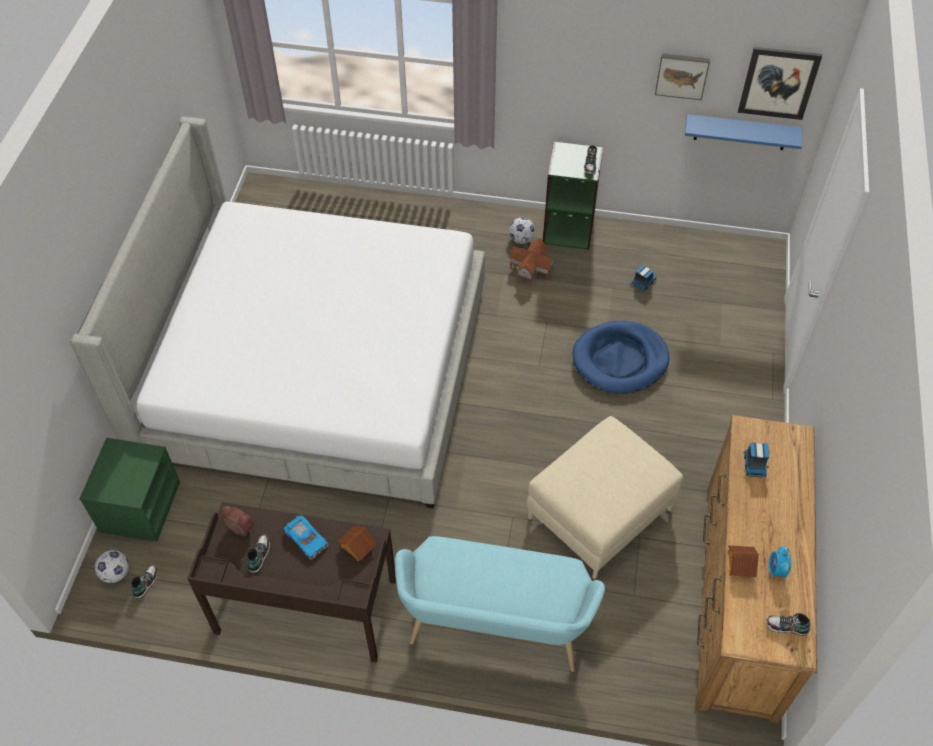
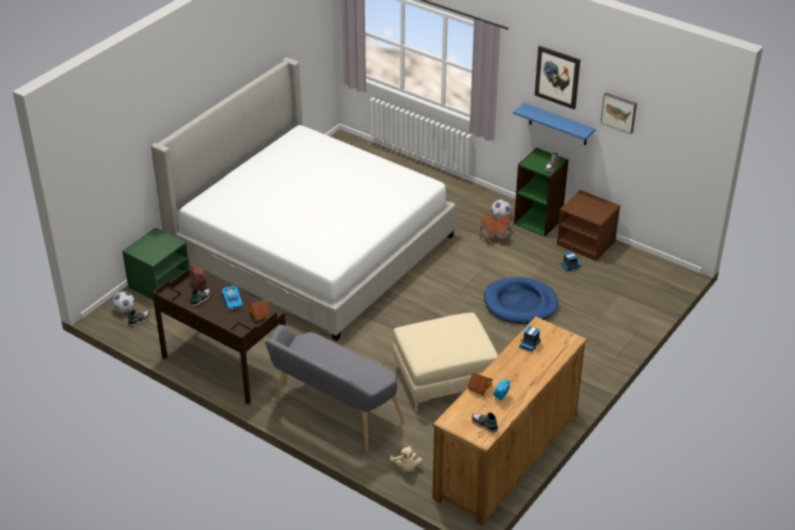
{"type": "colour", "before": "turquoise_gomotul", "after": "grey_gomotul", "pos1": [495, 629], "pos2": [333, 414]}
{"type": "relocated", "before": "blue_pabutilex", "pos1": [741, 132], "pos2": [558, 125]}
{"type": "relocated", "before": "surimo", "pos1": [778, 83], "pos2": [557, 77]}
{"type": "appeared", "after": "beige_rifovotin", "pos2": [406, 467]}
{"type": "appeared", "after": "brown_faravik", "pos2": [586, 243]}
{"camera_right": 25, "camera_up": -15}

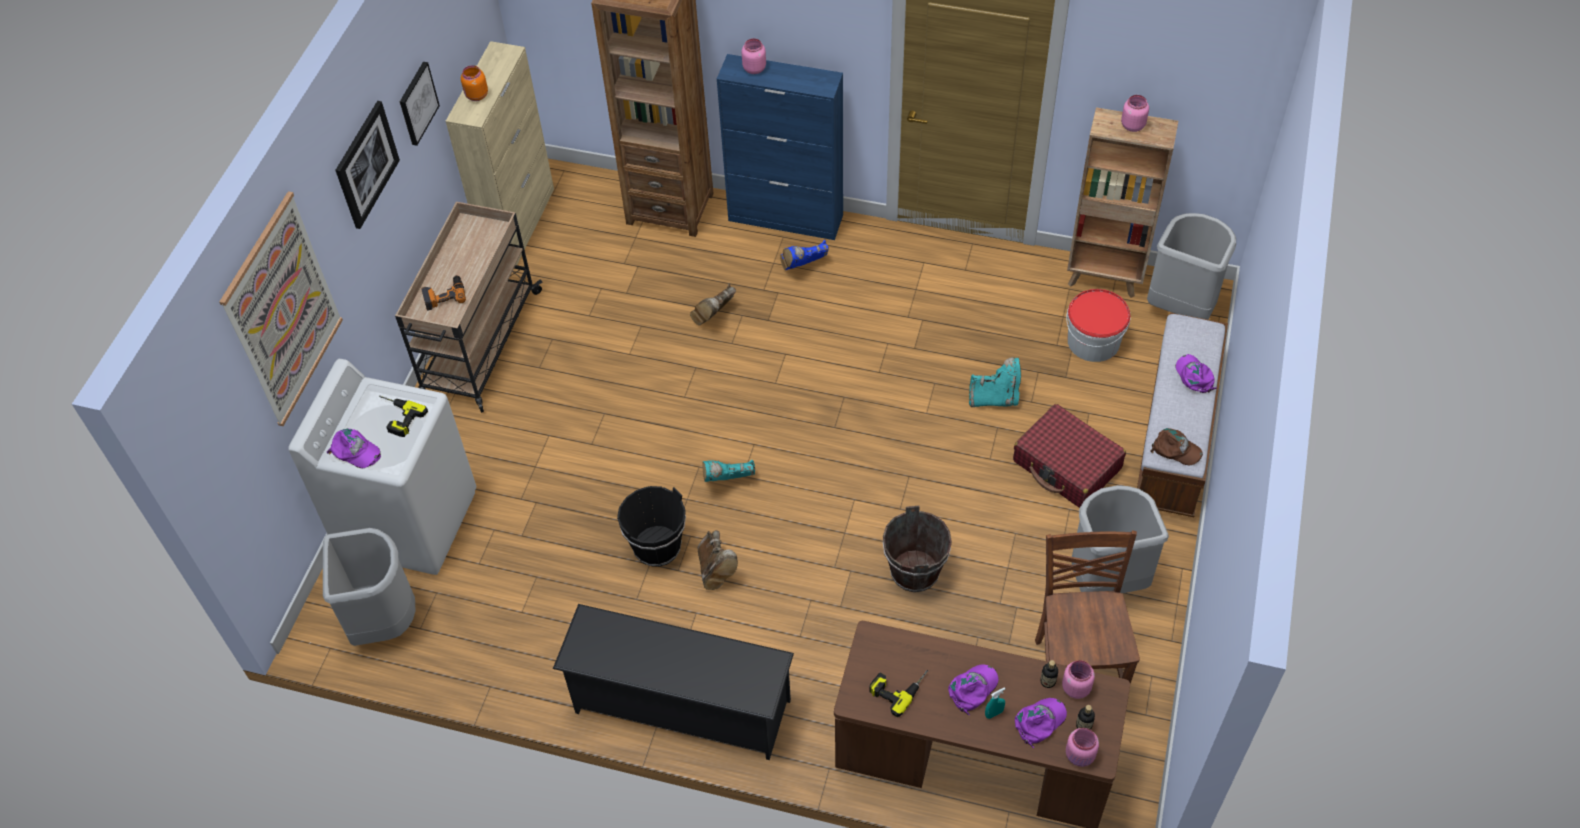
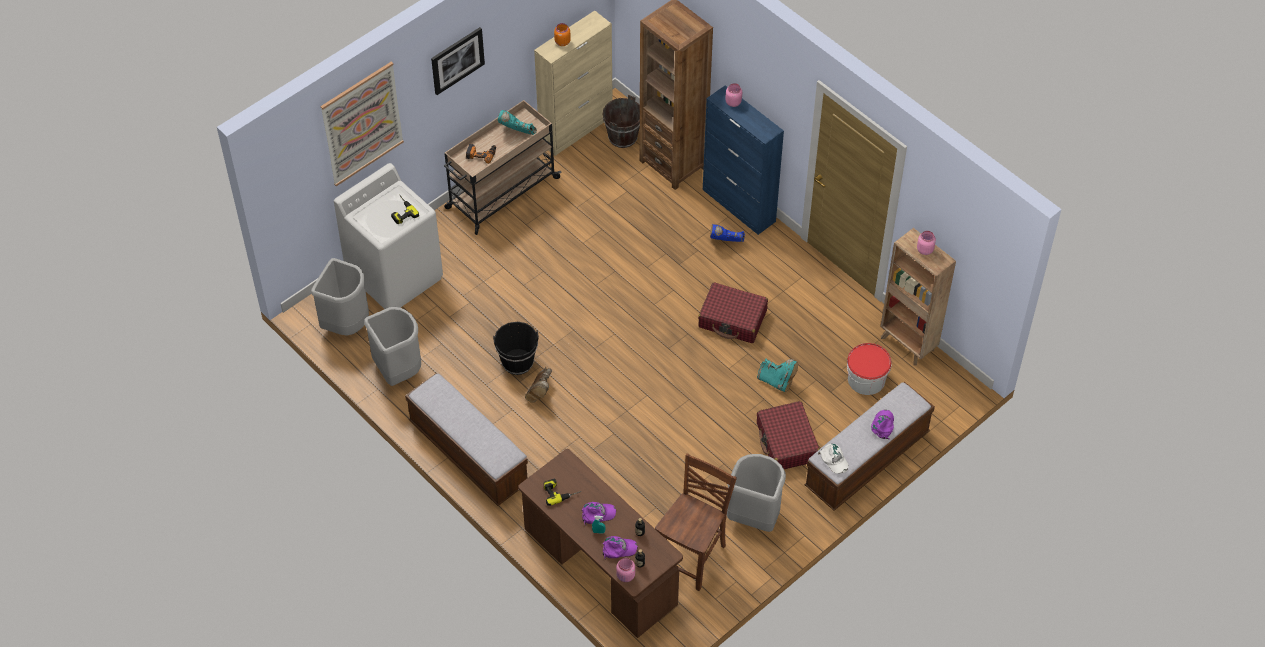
{"type": "missing", "before": "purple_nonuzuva", "pos1": [355, 451]}
{"type": "missing", "before": "surimo", "pos1": [417, 103]}
{"type": "exchanged", "before": "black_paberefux", "after": "gomotul", "pos1": [681, 706], "pos2": [468, 454]}
{"type": "missing", "before": "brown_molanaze", "pos1": [714, 317]}
{"type": "relocated", "before": "turquoise_molanaze", "pos1": [727, 481], "pos2": [517, 132]}
{"type": "relocated", "before": "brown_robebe", "pos1": [915, 572], "pos2": [623, 137]}
{"type": "missing", "before": "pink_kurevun", "pos1": [1075, 687]}
{"type": "relocated", "before": "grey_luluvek", "pos1": [1181, 308], "pos2": [398, 371]}
{"type": "colour", "before": "brown_nonuzuva", "after": "white_nonuzuva", "pos1": [1176, 450], "pos2": [833, 460]}
{"type": "appeared", "after": "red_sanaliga", "pos2": [732, 319]}
{"camera_right": 30, "camera_up": 0}

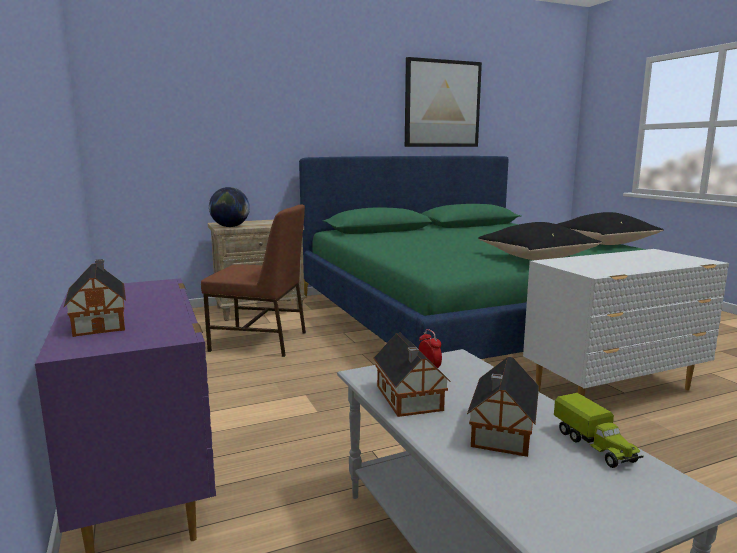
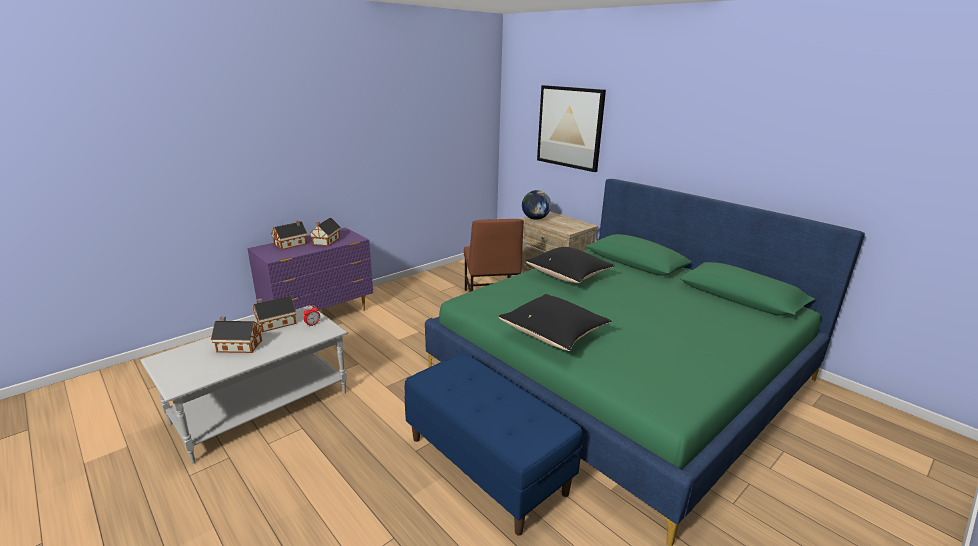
{"type": "relocated", "before": "surimo", "pos1": [442, 104], "pos2": [570, 127]}
{"type": "exchanged", "before": "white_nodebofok", "after": "blue_gomotul", "pos1": [615, 390], "pos2": [487, 465]}
{"type": "missing", "before": "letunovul", "pos1": [595, 446]}
{"type": "relocated", "before": "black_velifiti", "pos1": [605, 243], "pos2": [569, 277]}
{"type": "appeared", "after": "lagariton", "pos2": [325, 241]}
{"camera_right": 70, "camera_up": 10}

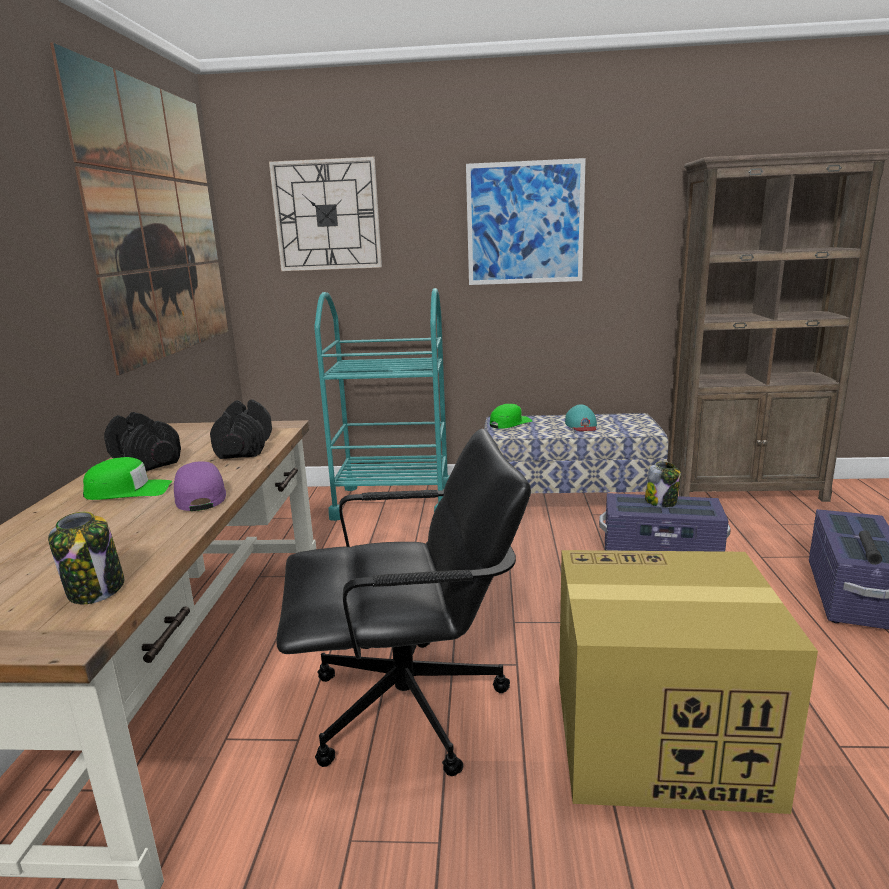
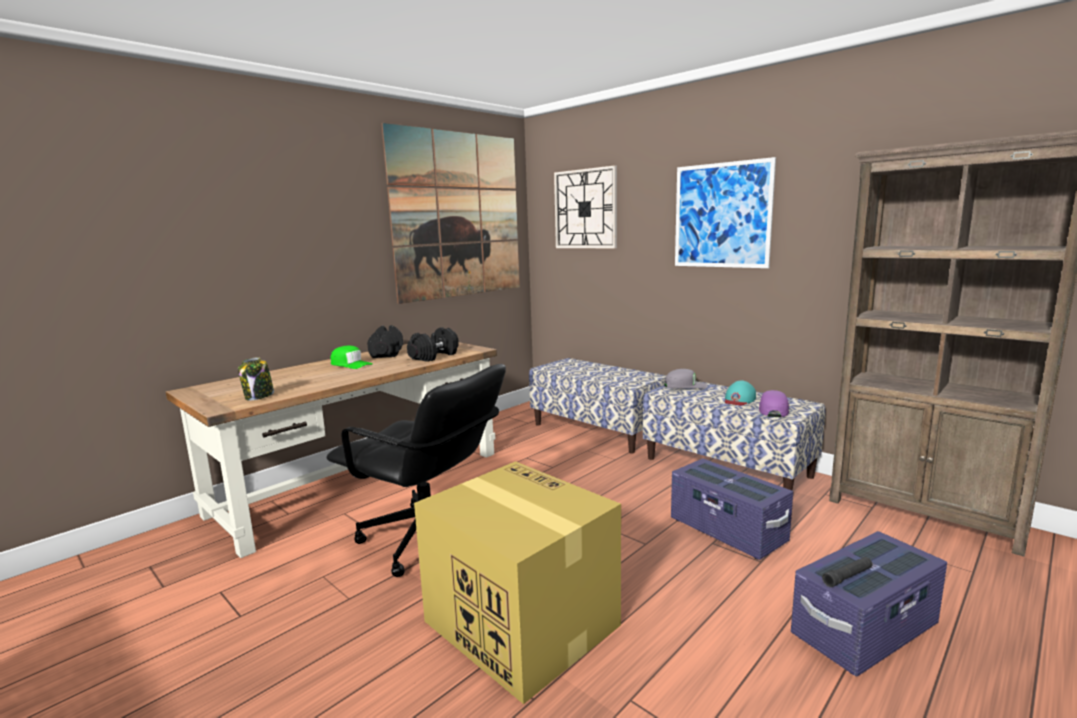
{"type": "relocated", "before": "purple_nonuzuva", "pos1": [200, 496], "pos2": [773, 410]}
{"type": "exchanged", "before": "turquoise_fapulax", "after": "gomotul", "pos1": [393, 502], "pos2": [597, 430]}
{"type": "colour", "before": "green_nonuzuva", "after": "grey_nonuzuva", "pos1": [510, 423], "pos2": [685, 386]}
{"type": "missing", "before": "kurevun", "pos1": [661, 502]}
{"camera_right": 40, "camera_up": -5}

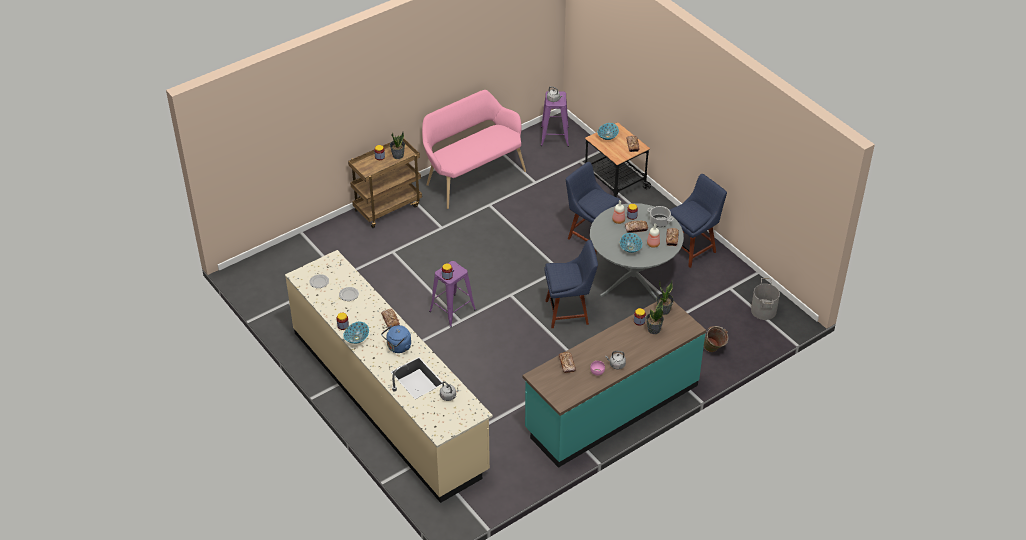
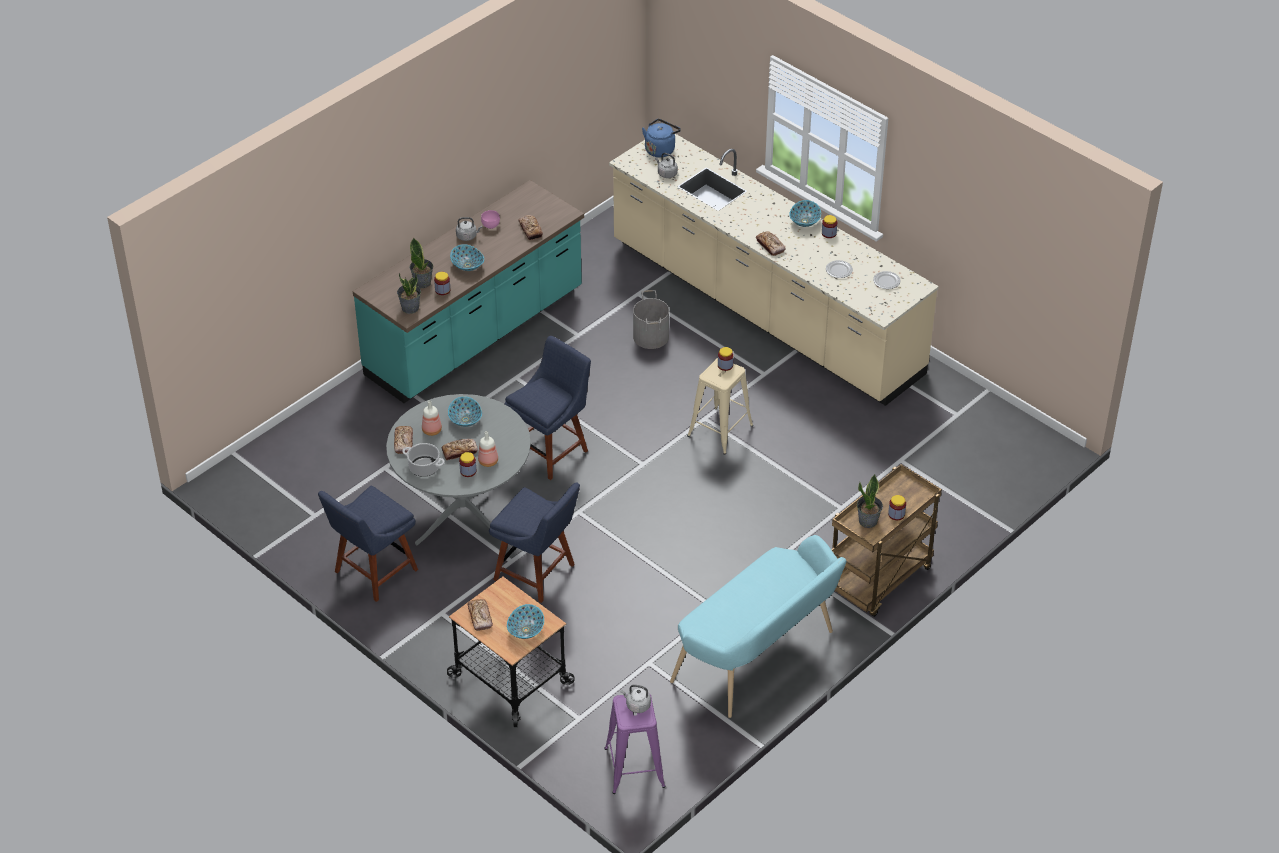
{"type": "relocated", "before": "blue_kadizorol", "pos1": [398, 347], "pos2": [660, 149]}
{"type": "colour", "before": "pink_gomotul", "after": "turquoise_gomotul", "pos1": [472, 176], "pos2": [760, 659]}
{"type": "colour", "before": "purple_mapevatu", "after": "beige_mapevatu", "pos1": [452, 310], "pos2": [720, 430]}
{"type": "spun", "before": "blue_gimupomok", "pos1": [569, 312], "pos2": [551, 449], "turn": 150}
{"type": "missing", "before": "green_robebe", "pos1": [713, 351]}
{"type": "relocated", "before": "grey_robebe", "pos1": [763, 310], "pos2": [651, 336]}
{"type": "appeared", "after": "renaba", "pos2": [468, 265]}
{"camera_right": 170, "camera_up": 0}

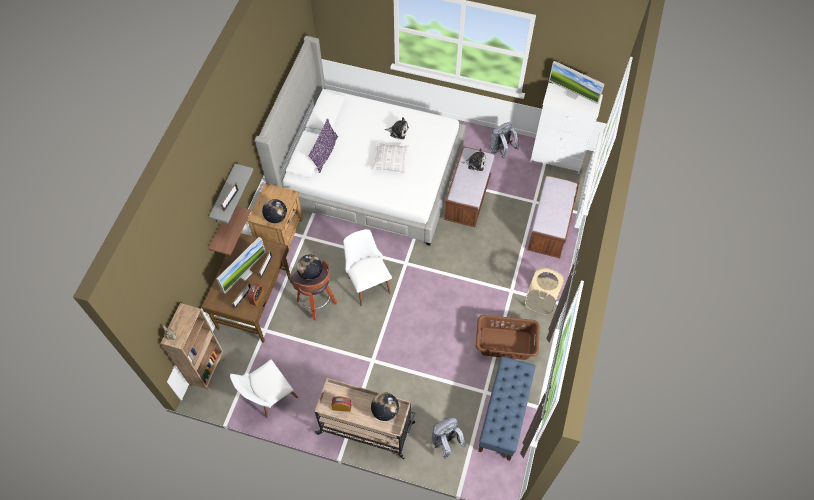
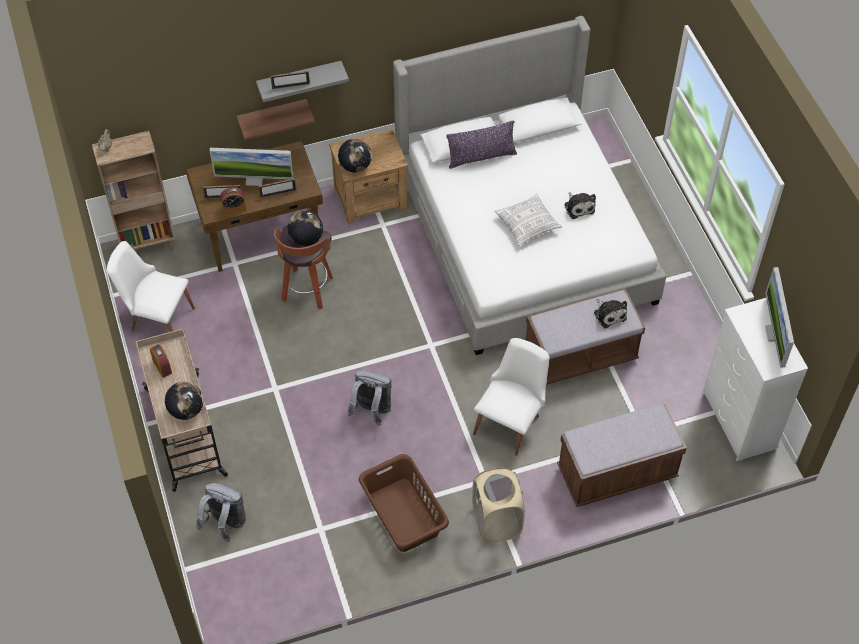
{"type": "relocated", "before": "white_gimupomok", "pos1": [367, 281], "pos2": [511, 421]}
{"type": "missing", "before": "blue_gomotul", "pos1": [504, 415]}
{"type": "relocated", "before": "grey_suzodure", "pos1": [501, 150], "pos2": [371, 411]}
{"camera_right": 55, "camera_up": -5}

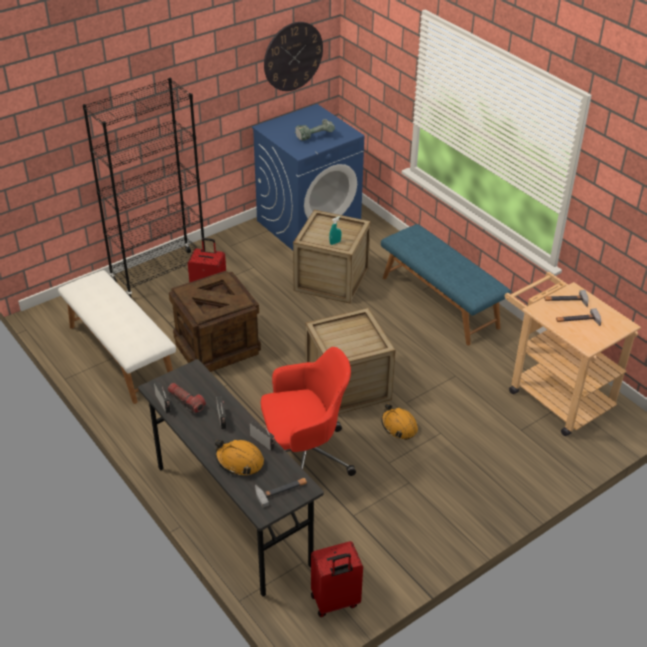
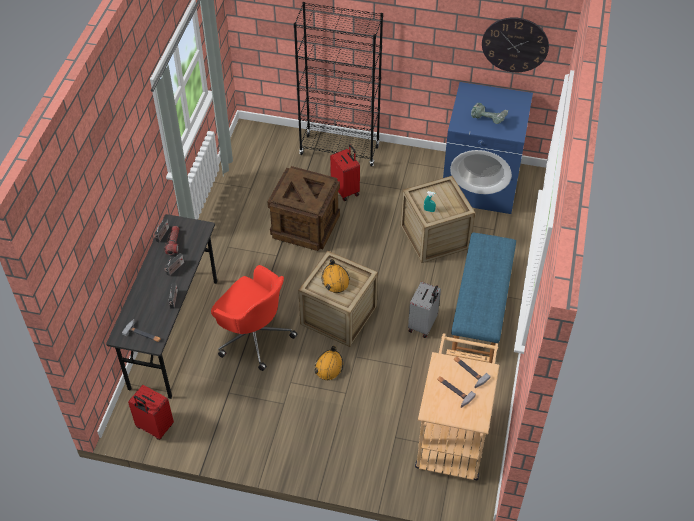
{"type": "missing", "before": "white_gomotul", "pos1": [120, 354]}
{"type": "relocated", "before": "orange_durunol", "pos1": [239, 461], "pos2": [335, 280]}
{"type": "appeared", "after": "grey_sanaliga", "pos2": [423, 325]}
{"camera_right": 50, "camera_up": 10}

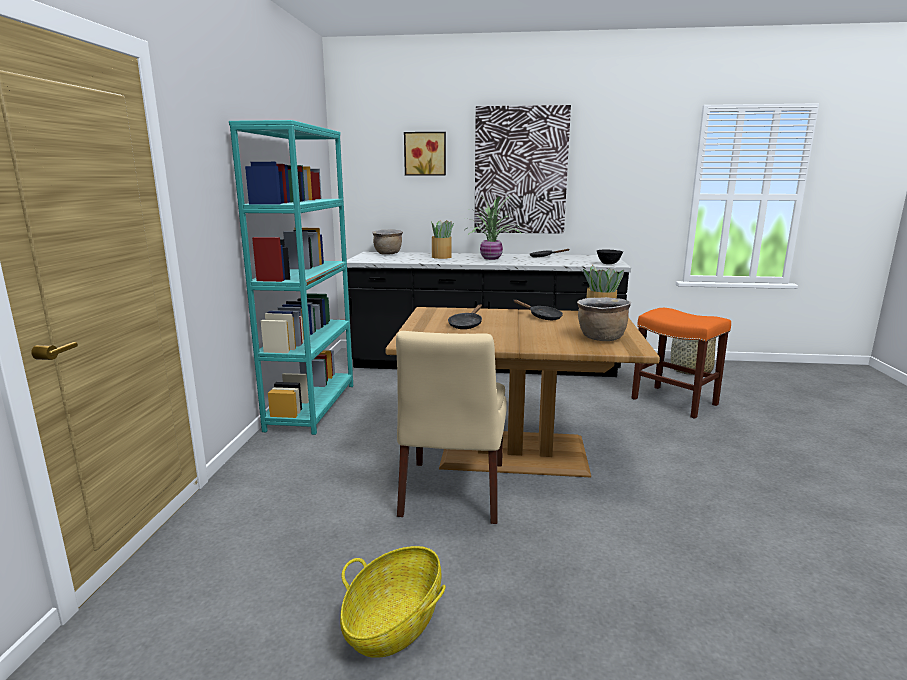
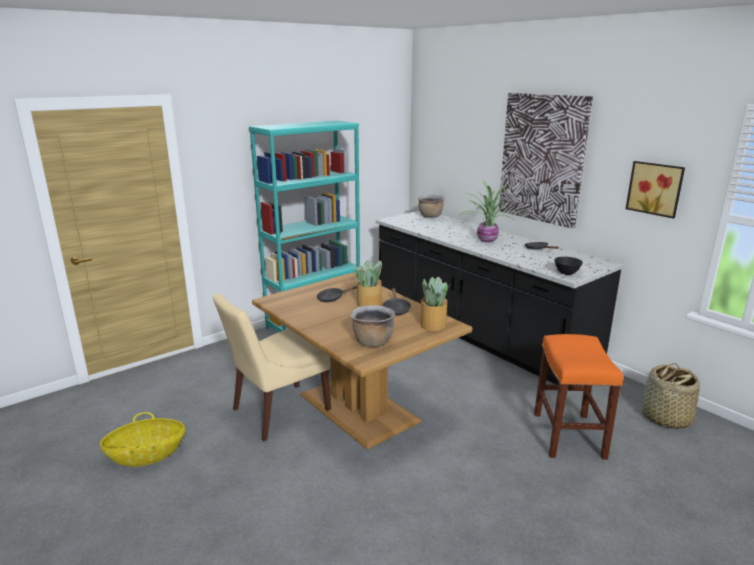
{"type": "relocated", "before": "surimo", "pos1": [425, 154], "pos2": [655, 188]}
{"type": "relocated", "before": "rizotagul", "pos1": [441, 257], "pos2": [369, 304]}
{"camera_right": 45, "camera_up": 5}

